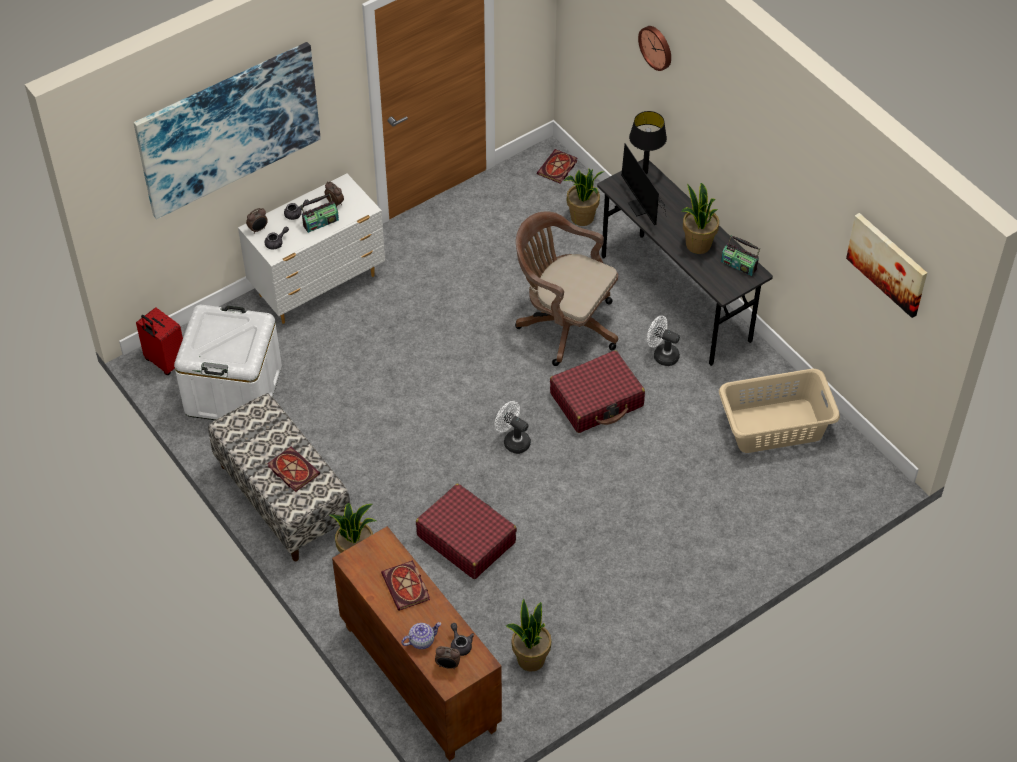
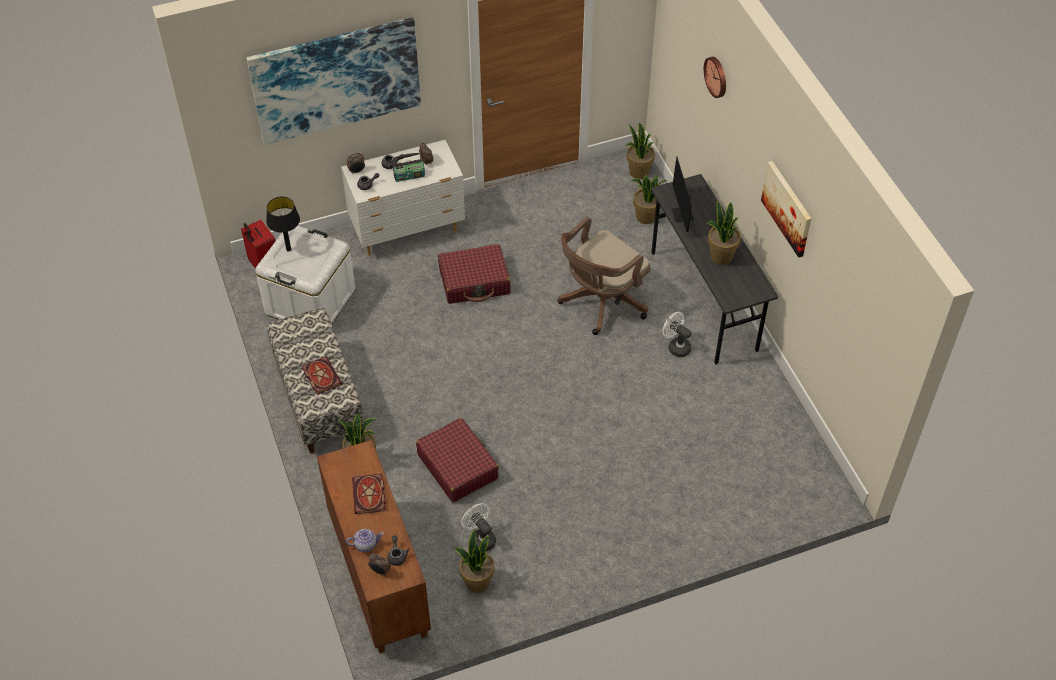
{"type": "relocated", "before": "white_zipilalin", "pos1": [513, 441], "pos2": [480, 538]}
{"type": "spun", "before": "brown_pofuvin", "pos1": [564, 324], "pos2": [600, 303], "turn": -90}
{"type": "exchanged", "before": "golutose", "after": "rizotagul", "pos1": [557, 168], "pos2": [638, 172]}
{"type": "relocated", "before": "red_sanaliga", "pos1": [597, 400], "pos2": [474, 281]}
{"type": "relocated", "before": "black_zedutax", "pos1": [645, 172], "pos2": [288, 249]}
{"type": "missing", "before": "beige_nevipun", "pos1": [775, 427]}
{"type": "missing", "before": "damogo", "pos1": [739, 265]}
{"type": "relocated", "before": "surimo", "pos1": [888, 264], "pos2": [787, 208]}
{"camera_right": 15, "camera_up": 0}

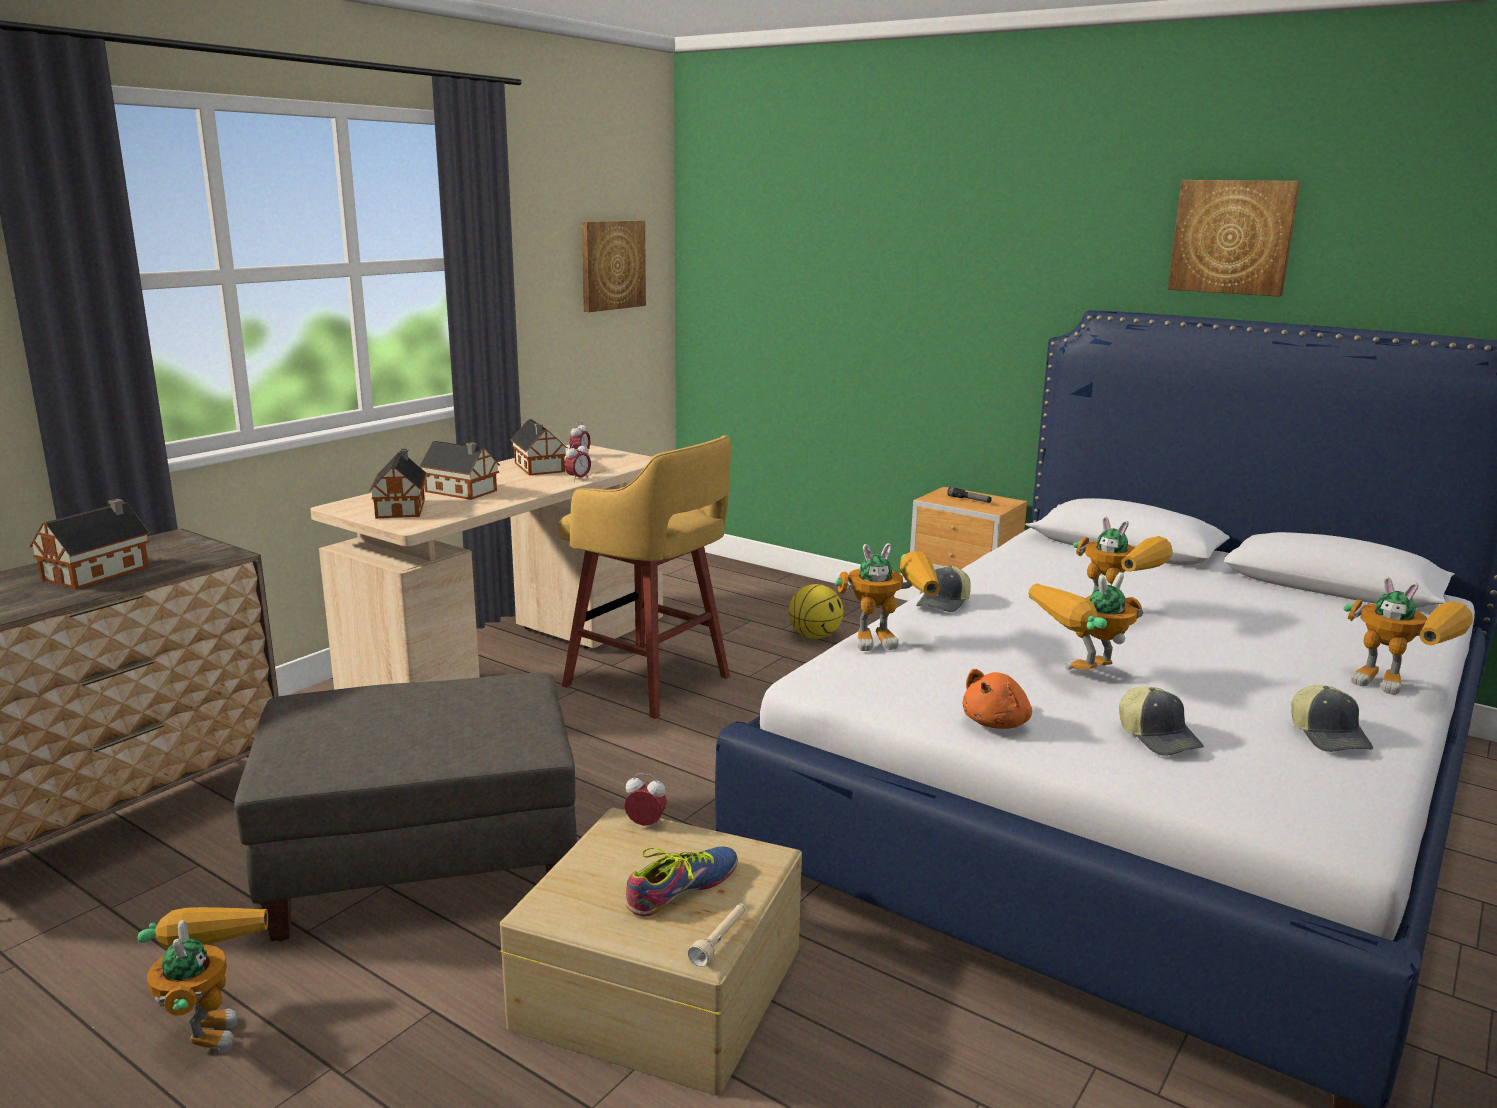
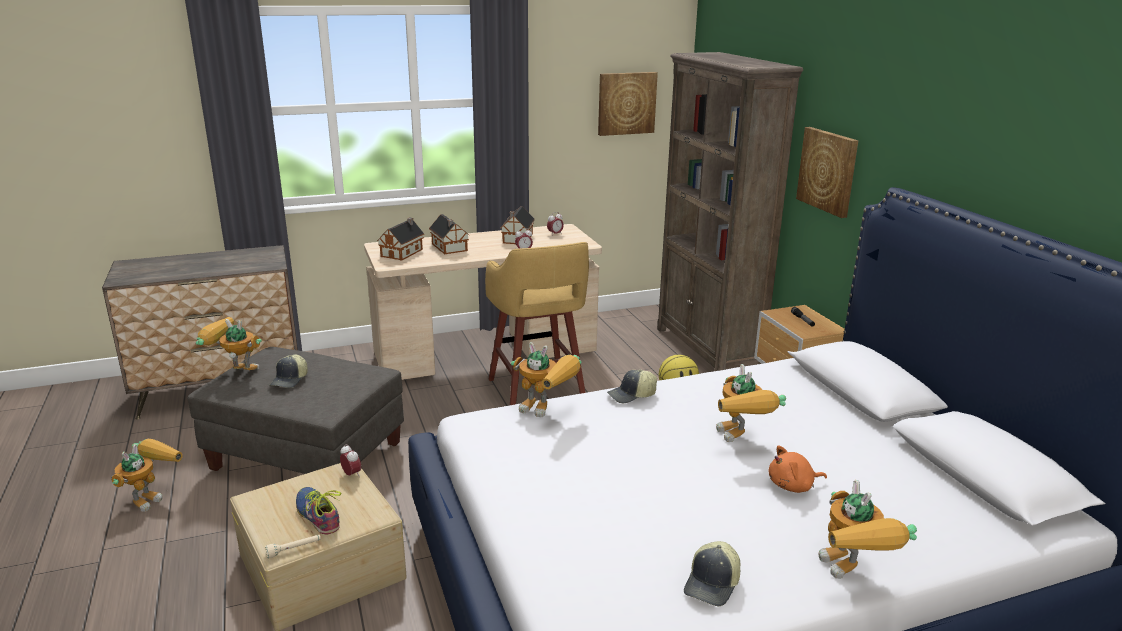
{"type": "missing", "before": "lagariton", "pos1": [100, 572]}
{"type": "spun", "before": "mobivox", "pos1": [681, 888], "pos2": [317, 515], "turn": -120}
{"type": "relocated", "before": "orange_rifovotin", "pos1": [997, 723], "pos2": [793, 486]}
{"type": "relocated", "before": "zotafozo", "pos1": [1081, 677], "pos2": [233, 372]}
{"type": "relocated", "before": "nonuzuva", "pos1": [1159, 737], "pos2": [290, 380]}
{"type": "relocated", "before": "surimo", "pos1": [1232, 237], "pos2": [828, 171]}
{"type": "appeared", "after": "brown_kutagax", "pos2": [707, 350]}
{"camera_right": 35, "camera_up": 5}

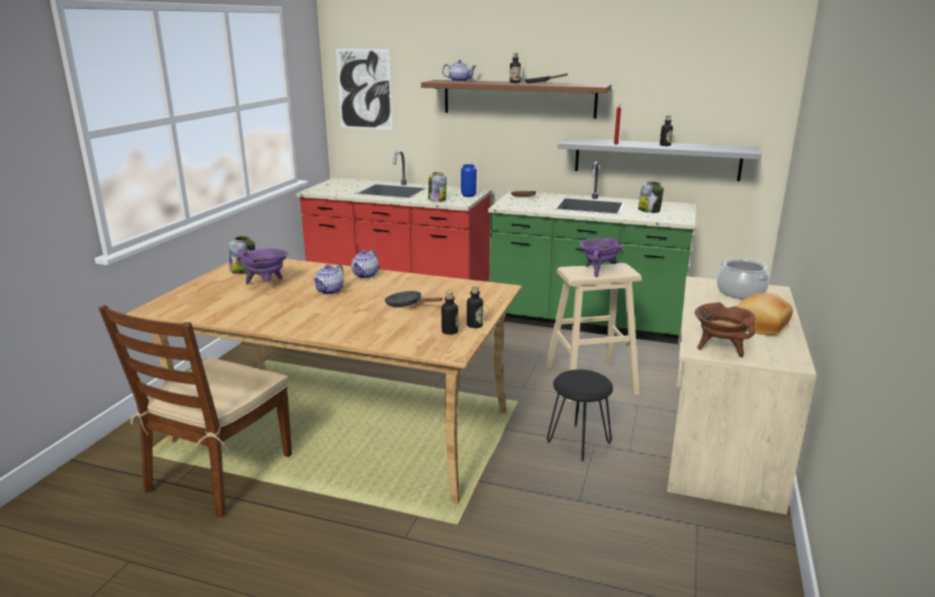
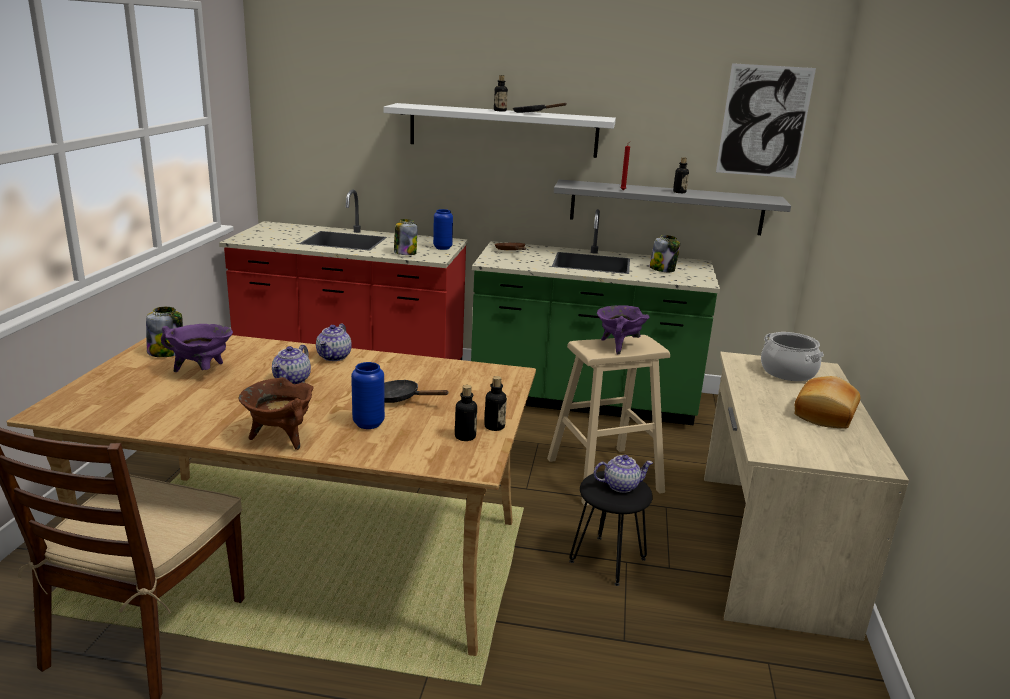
{"type": "relocated", "before": "surimo", "pos1": [364, 89], "pos2": [764, 121]}
{"type": "colour", "before": "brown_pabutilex", "after": "white_pabutilex", "pos1": [518, 98], "pos2": [503, 130]}
{"type": "relocated", "before": "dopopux", "pos1": [459, 81], "pos2": [621, 486]}
{"type": "relocated", "before": "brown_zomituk", "pos1": [720, 348], "pos2": [280, 438]}
{"type": "appeared", "after": "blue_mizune", "pos2": [368, 423]}
{"camera_right": -10, "camera_up": 0}

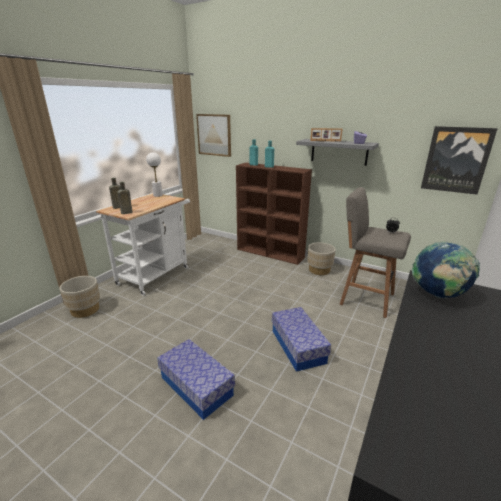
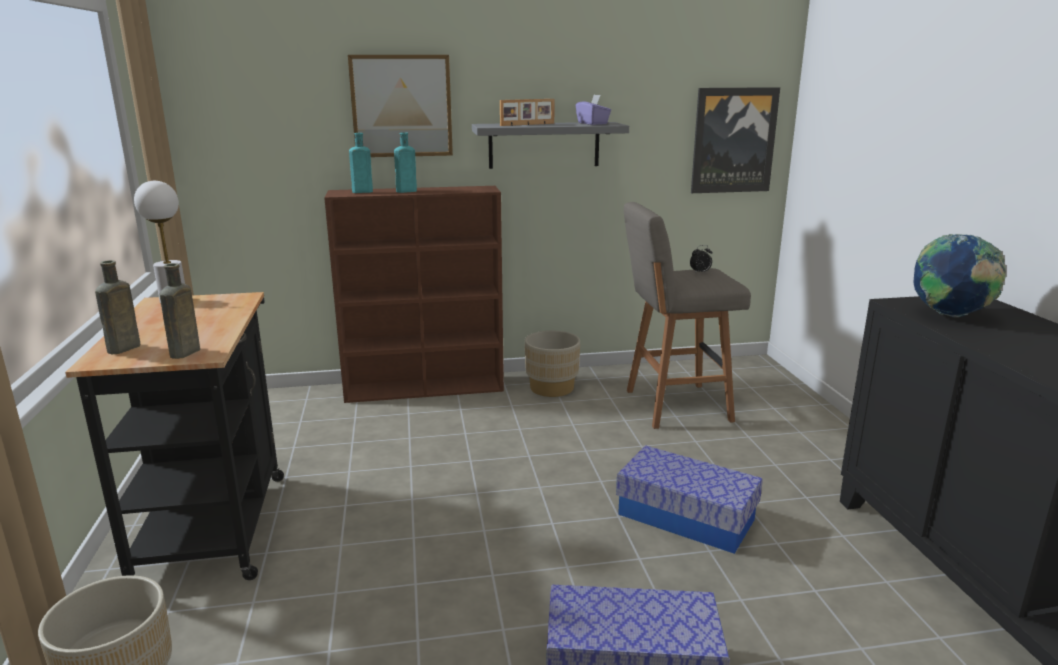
{"type": "colour", "before": "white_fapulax", "after": "black_fapulax", "pos1": [156, 274], "pos2": [216, 521]}
{"type": "relocated", "before": "surimo", "pos1": [214, 135], "pos2": [401, 106]}
{"camera_right": -40, "camera_up": -5}

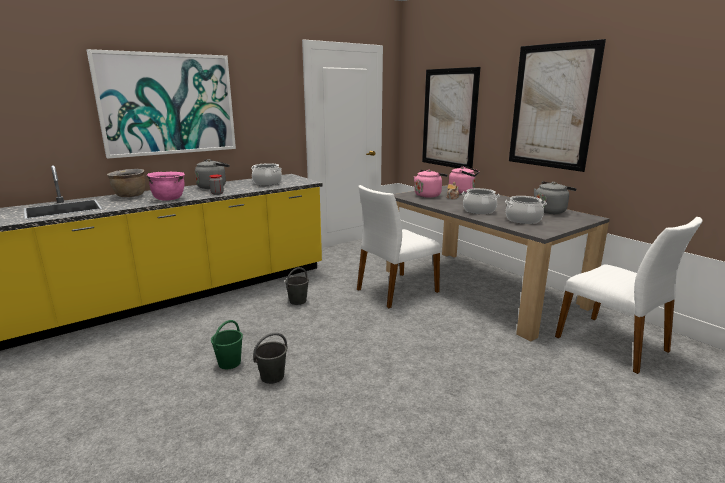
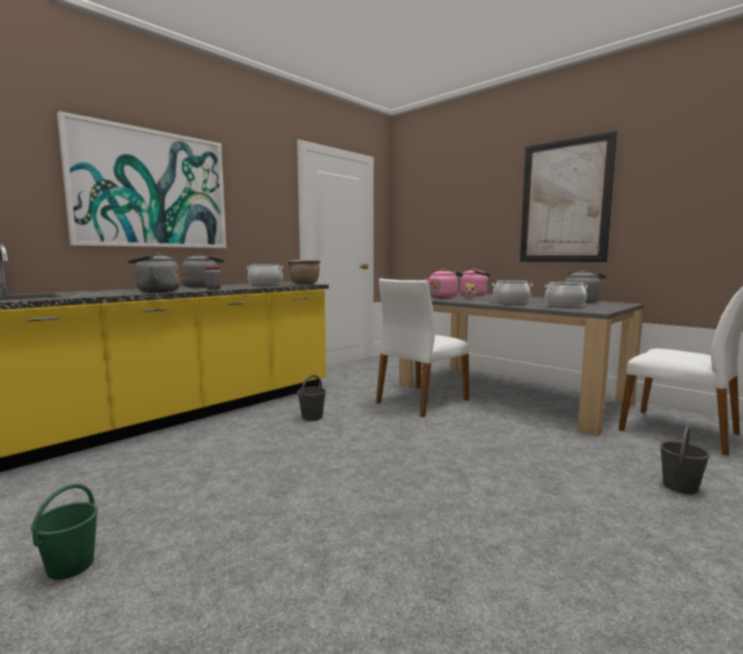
{"type": "relocated", "before": "brown_zomituk", "pos1": [130, 196], "pos2": [304, 284]}
{"type": "exchanged", "before": "pink_zomituk", "after": "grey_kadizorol", "pos1": [169, 199], "pos2": [155, 291]}
{"type": "relocated", "before": "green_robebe", "pos1": [230, 363], "pos2": [71, 565]}
{"type": "relocated", "before": "grey_robebe", "pos1": [272, 377], "pos2": [680, 487]}
{"type": "missing", "before": "surimo", "pos1": [449, 118]}
{"camera_right": -10, "camera_up": -10}

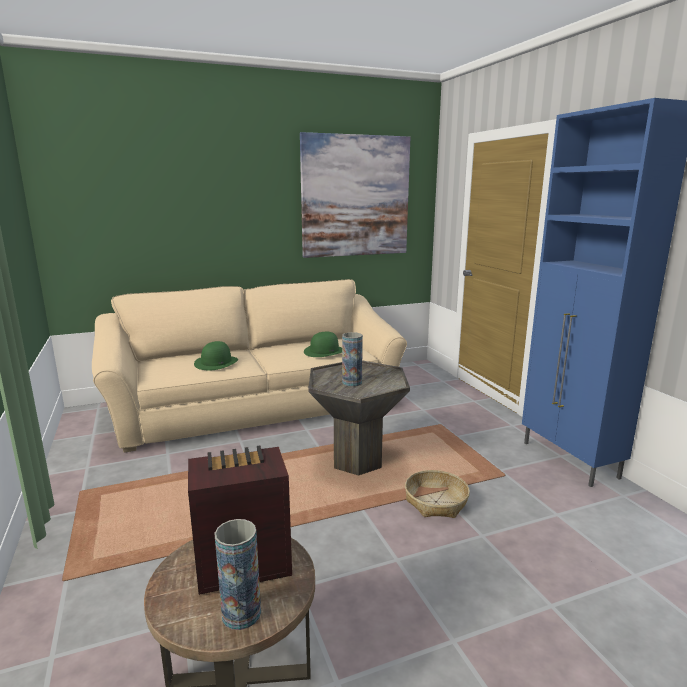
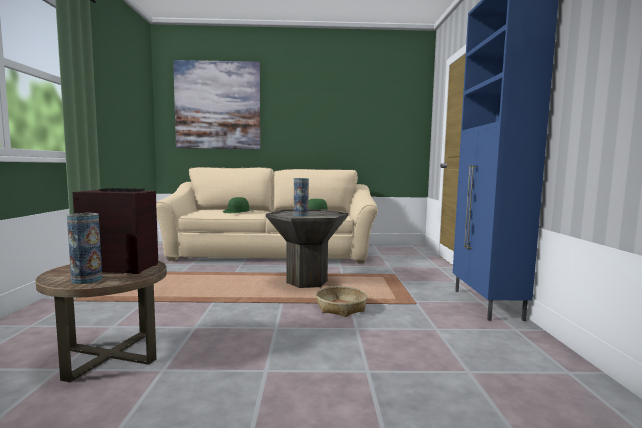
{"type": "relocated", "before": "surimo", "pos1": [355, 196], "pos2": [218, 105]}
{"camera_right": 20, "camera_up": -10}

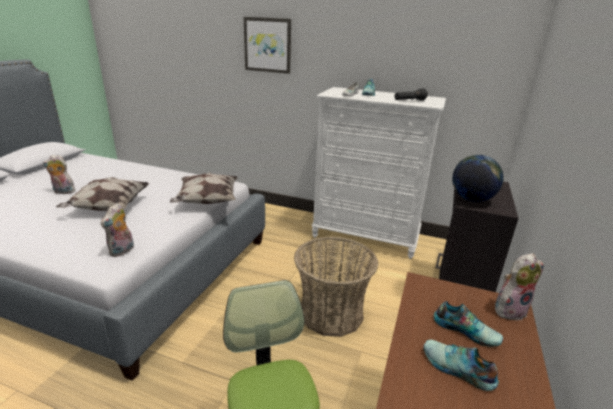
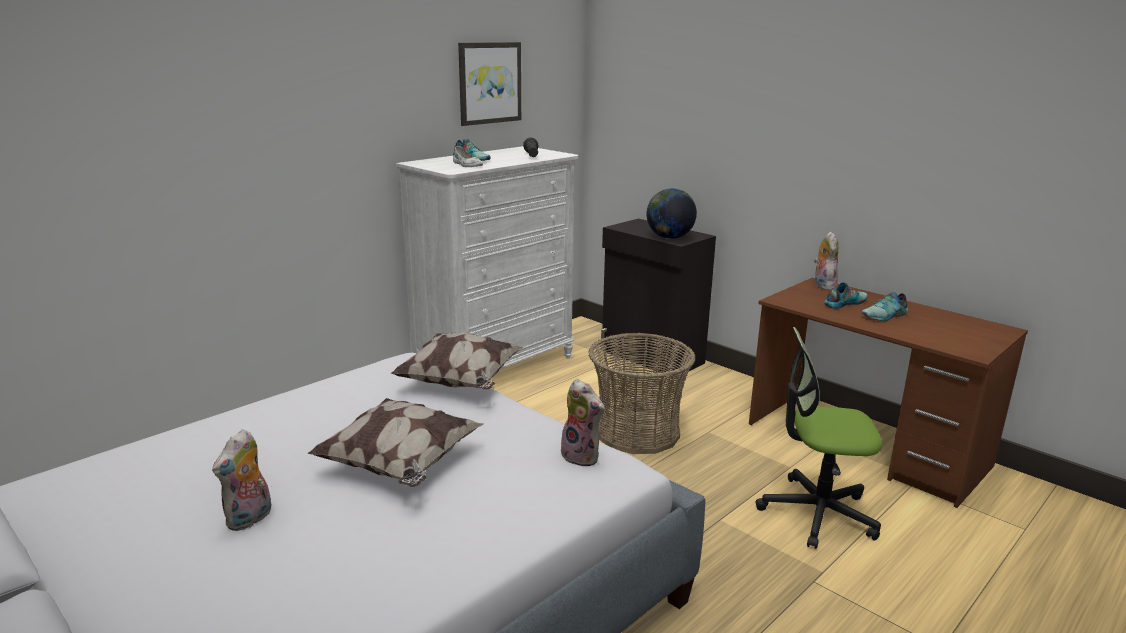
{"type": "relocated", "before": "surimo", "pos1": [267, 45], "pos2": [489, 83]}
{"camera_right": -65, "camera_up": -5}

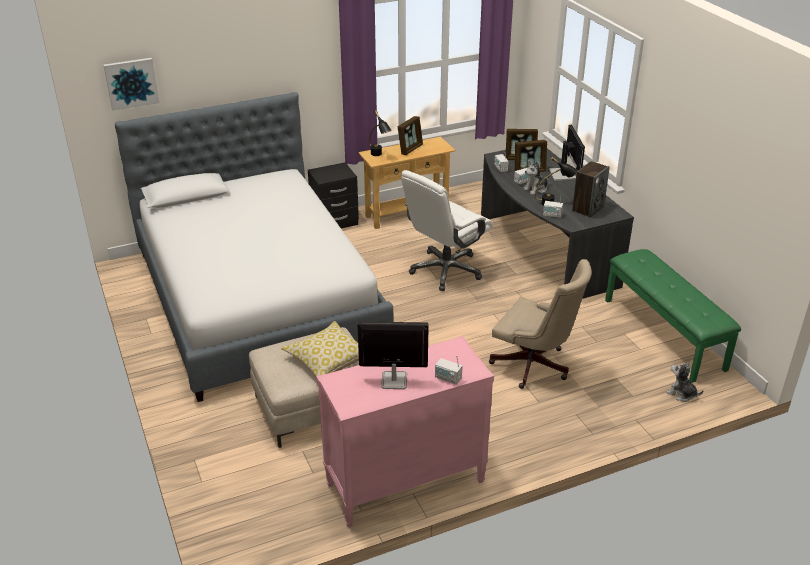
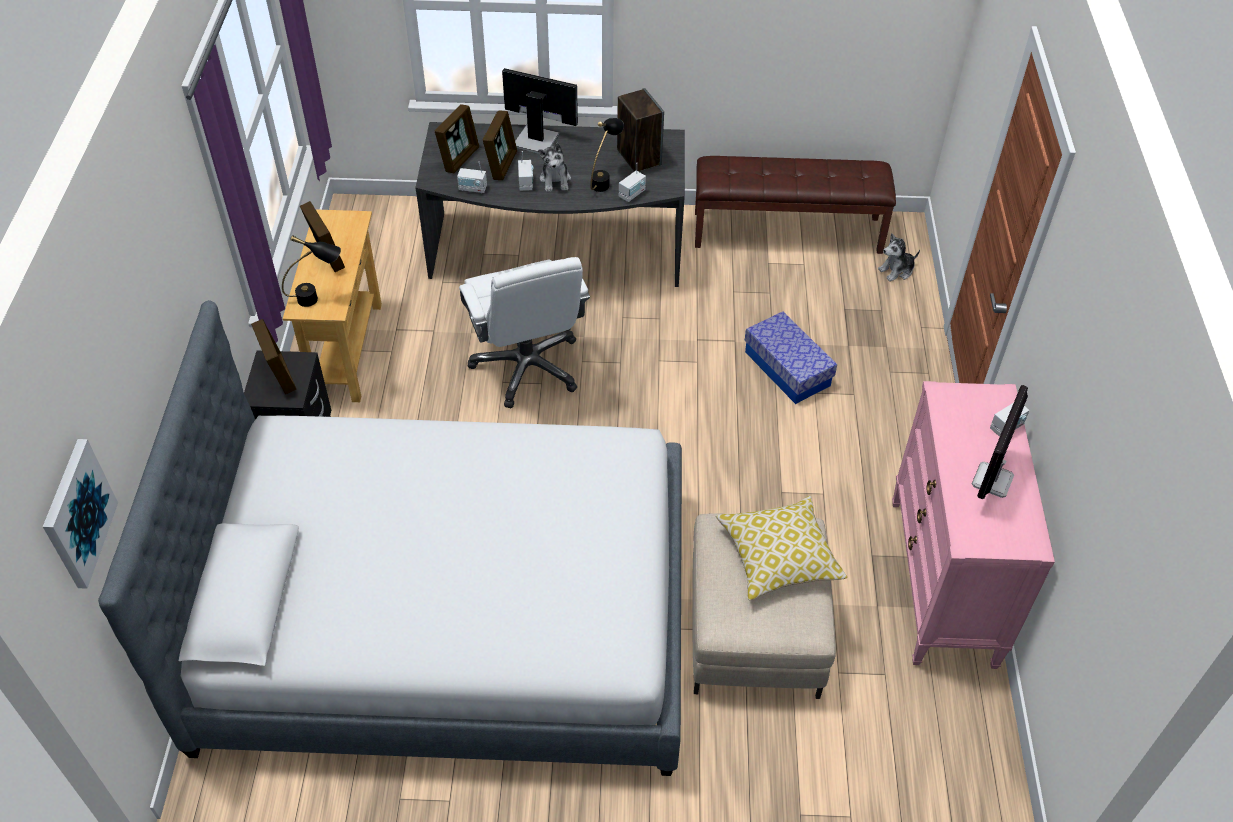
{"type": "exchanged", "before": "beige_pofuvin", "after": "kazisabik", "pos1": [534, 367], "pos2": [787, 368]}
{"type": "colour", "before": "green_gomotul", "after": "brown_gomotul", "pos1": [664, 334], "pos2": [787, 231]}
{"type": "appeared", "after": "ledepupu", "pos2": [279, 375]}
{"camera_right": -65, "camera_up": 15}

